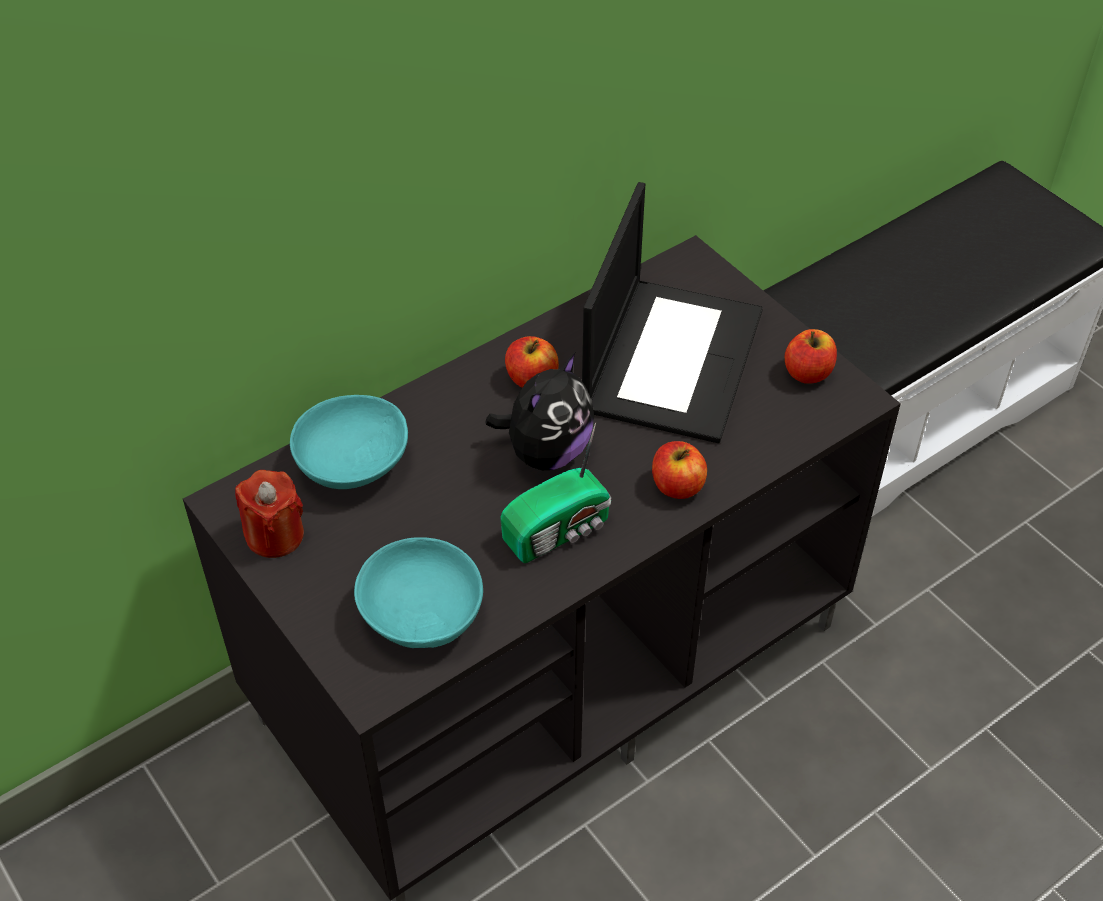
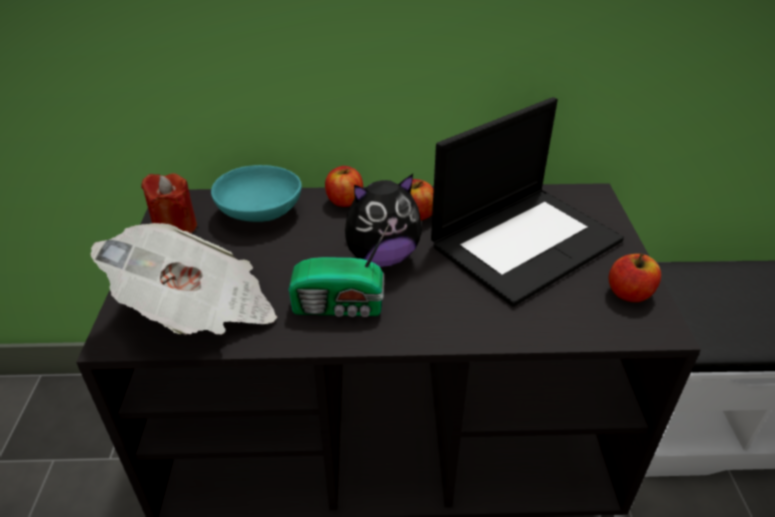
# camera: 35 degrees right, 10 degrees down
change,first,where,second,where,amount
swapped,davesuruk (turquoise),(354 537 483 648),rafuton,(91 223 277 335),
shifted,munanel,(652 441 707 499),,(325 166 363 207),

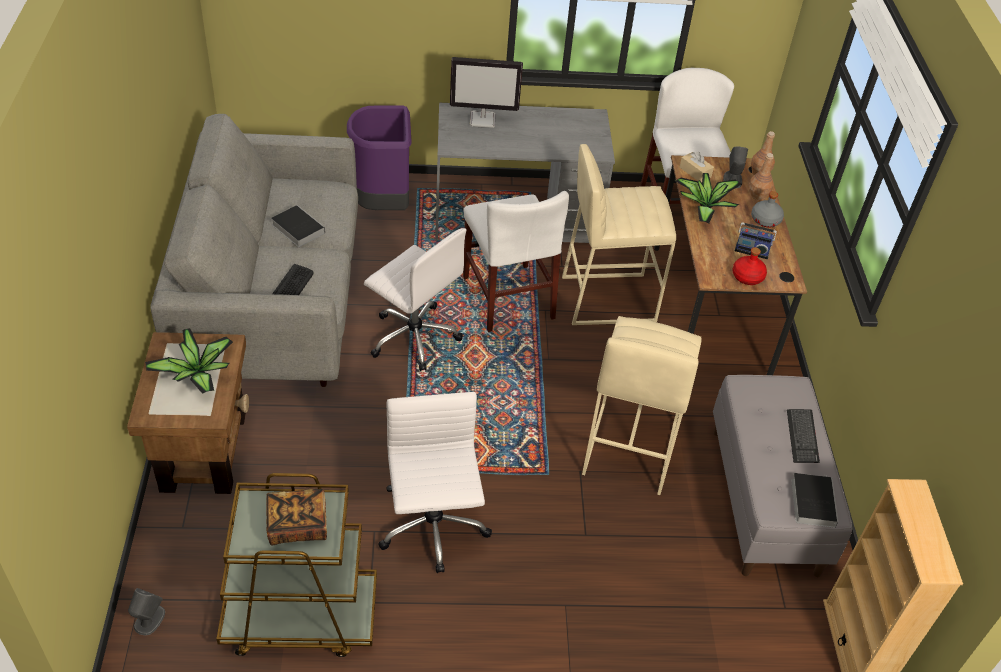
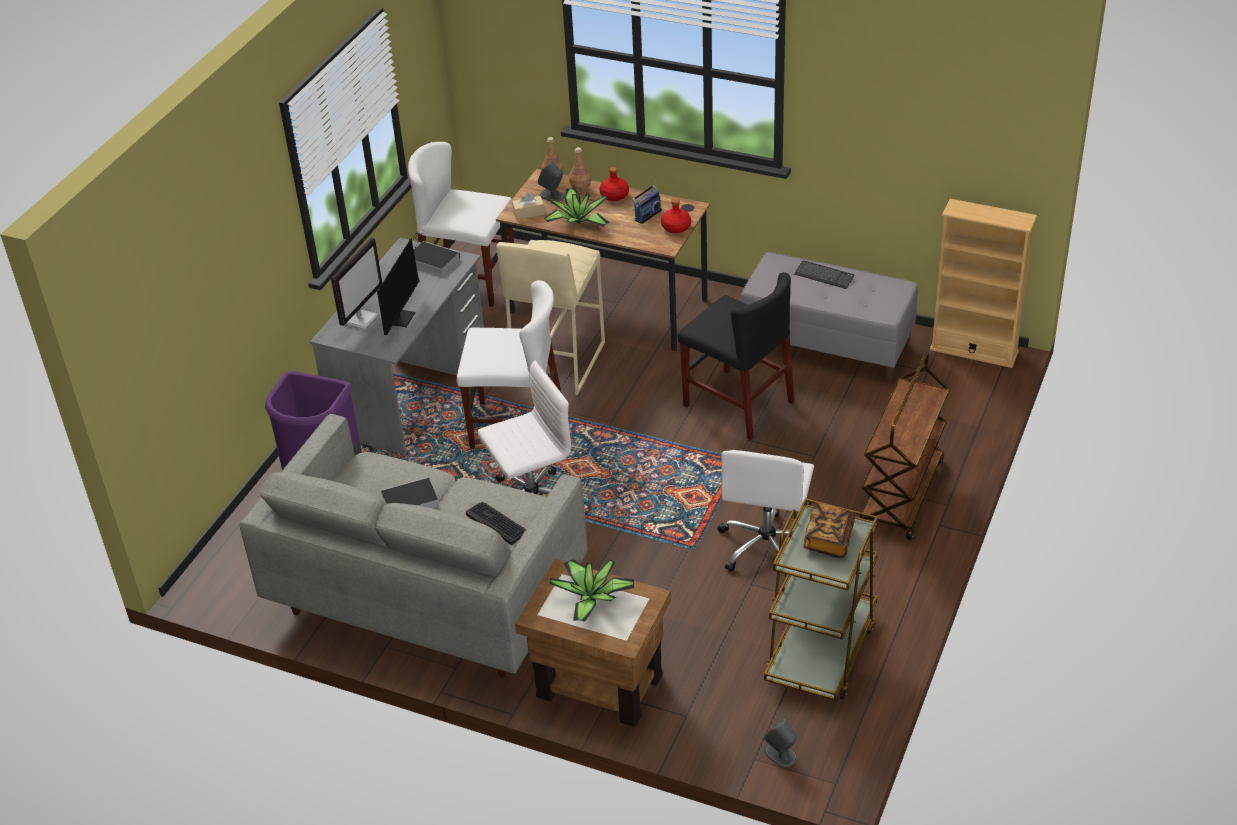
# camera: 60 degrees left, 5 degrees down
change,first,where,second,where,amount
rotated,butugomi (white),(378 392 492 573),,(717 450 814 578),90 degrees counterclockwise
swapped,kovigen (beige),(582 316 702 495),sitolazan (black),(678 272 794 440),
repainted,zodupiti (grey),(751 191 784 227),zodupiti (red),(599 167 629 201),
shifted,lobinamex,(791 473 838 528),,(414 241 460 275),
new,,,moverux,(377 230 424 335),
new,,,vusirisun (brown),(860 352 950 540),

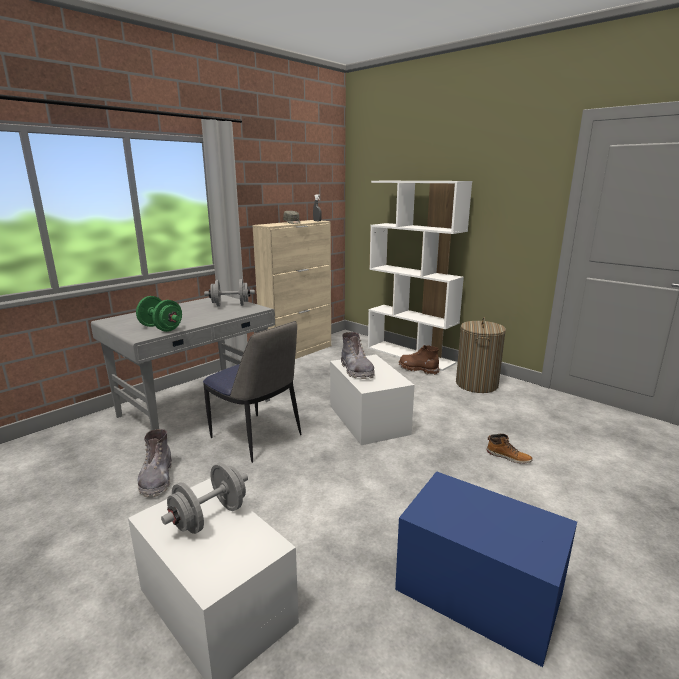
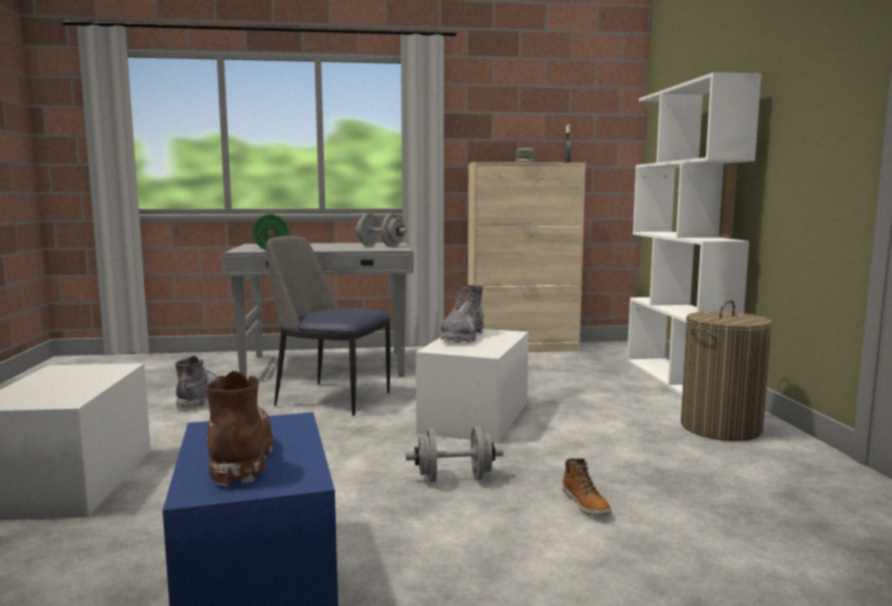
# camera: 40 degrees right, 10 degrees down
change,first,where,second,where,amount
rotated,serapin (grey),(138 429 172 497),,(175 356 218 410),150 degrees clockwise
shifted,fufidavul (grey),(161 463 248 534),,(405 426 503 482),
rotated,sitolazan,(203 321 301 463),,(266 236 391 416),120 degrees clockwise
shifted,serapin (brown),(399 345 439 375),,(205 371 273 486),

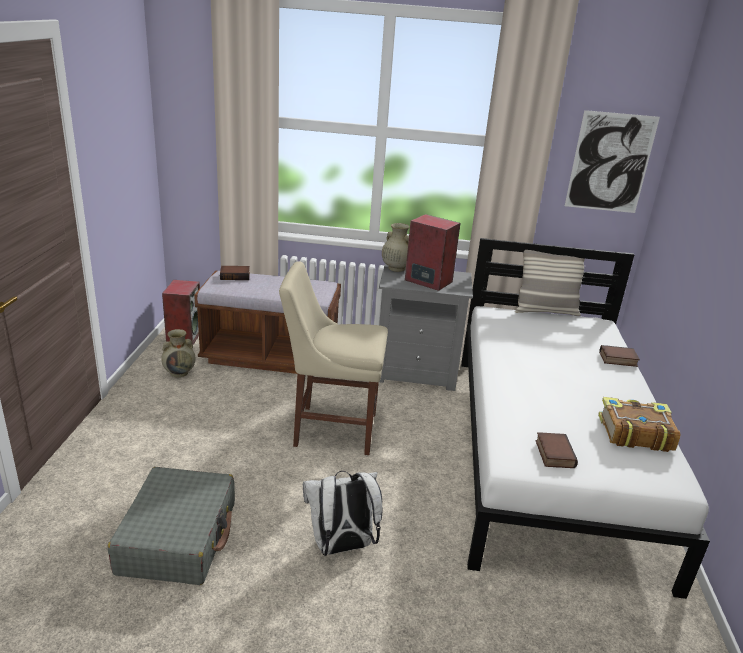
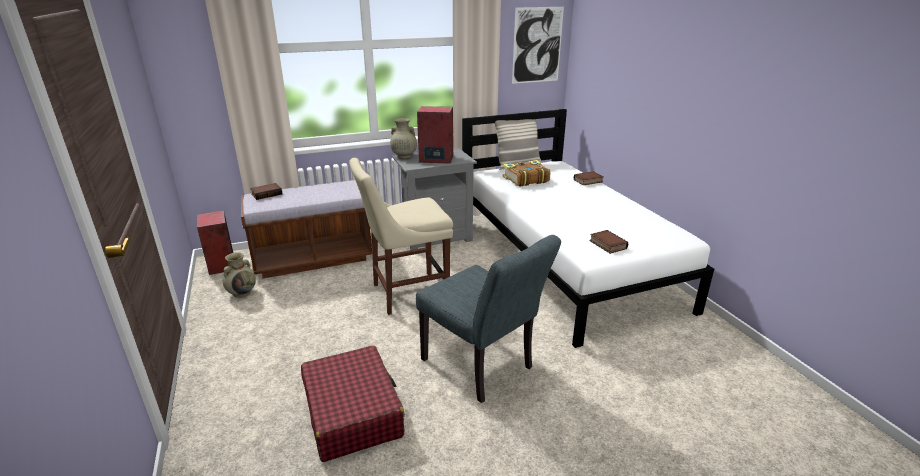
# camera: 25 degrees left, 0 degrees up
change,first,where,second,where,amount
repainted,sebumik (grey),(108 467 235 585),sebumik (red),(301 345 405 462),
swapped,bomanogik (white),(303 471 383 556),sitolazan (grey),(416 235 561 403),
shifted,lobinamex,(598 397 680 452),,(503 160 550 186),

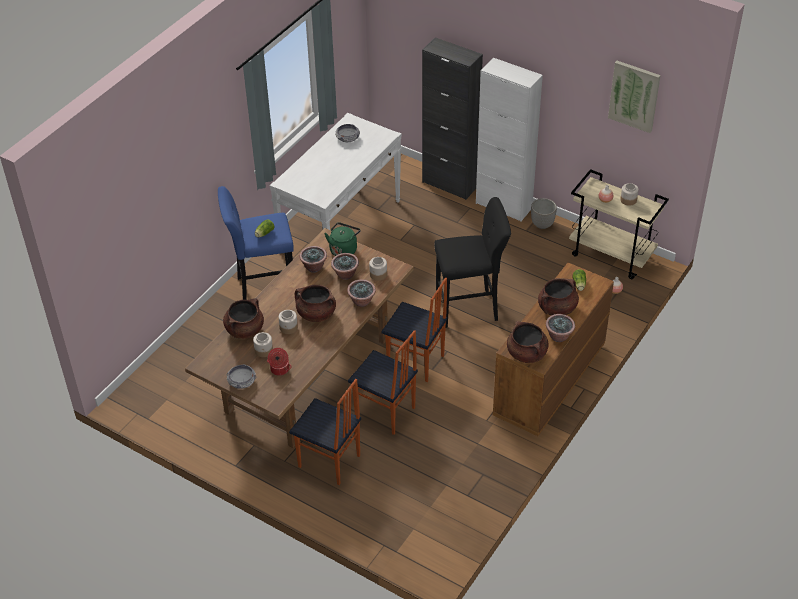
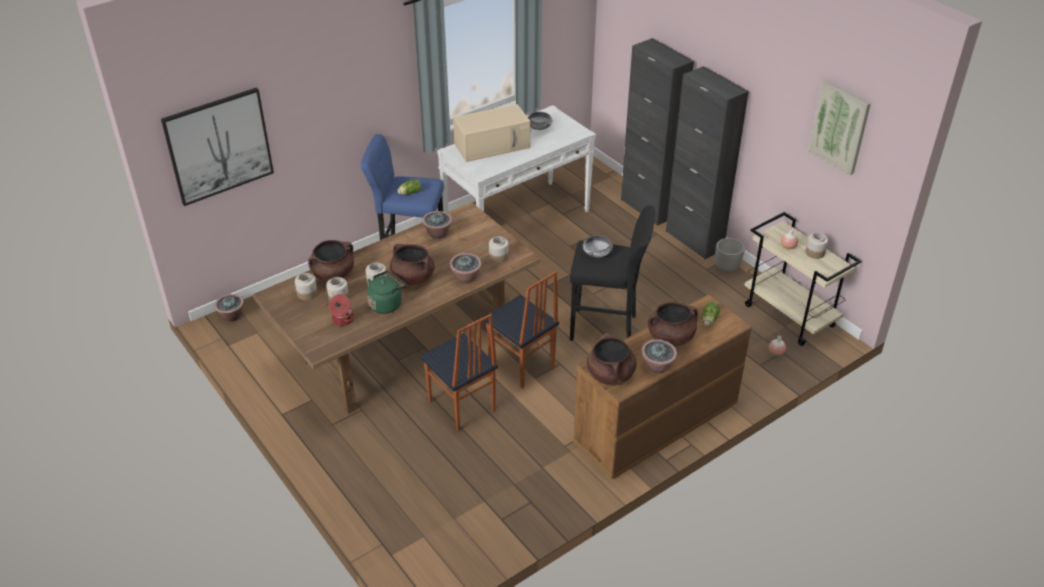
# camera: 20 degrees right, 5 degrees down
change,first,where,second,where,amount
shifted,davesuruk,(226 365 256 389),,(583 235 613 258),
gone,sitolazan,(289 379 361 485),,,
shifted,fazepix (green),(324 222 361 256),,(367 271 407 314),
shifted,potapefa,(331 253 359 280),,(214 294 244 322),
repainted,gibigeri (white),(476 58 543 222),gibigeri (black),(666 66 749 259),
new,,,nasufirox,(161 87 274 206),
new,,,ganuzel,(295 273 318 300),
new,,,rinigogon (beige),(453 104 530 162),

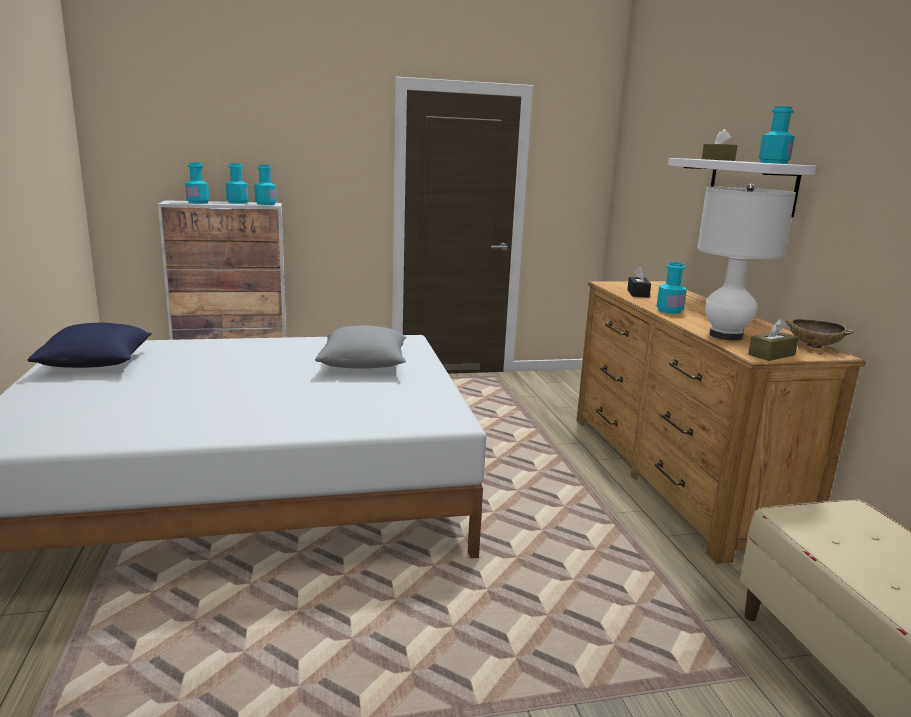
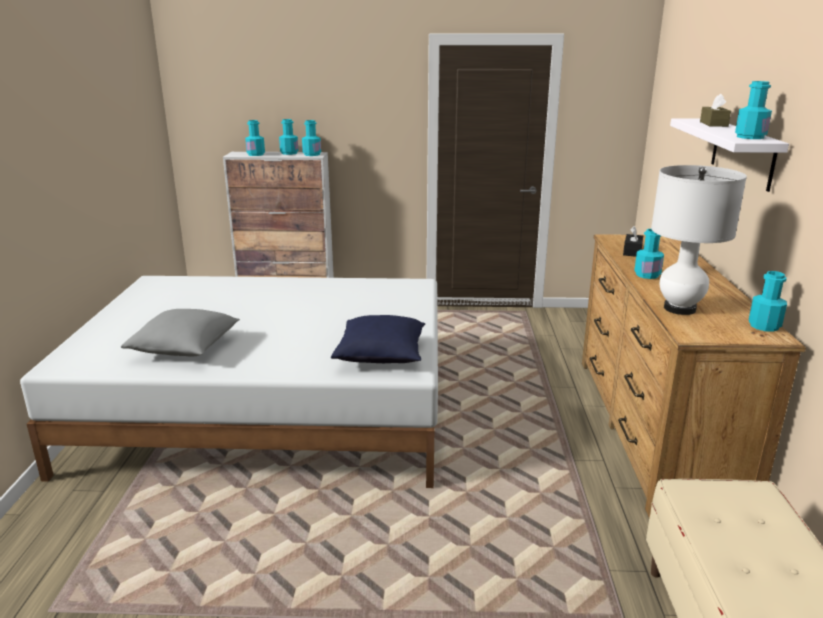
# camera: 15 degrees right, 5 degrees up
change,first,where,second,where,amount
shifted,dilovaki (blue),(28 323 152 368),,(331 315 425 363),
shifted,dilovaki (grey),(315 325 407 368),,(121 309 240 357),
gone,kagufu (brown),(748 319 799 361),,,
swapped,davesuruk (beige),(784 319 854 348),zodupiti (turquoise),(749 271 787 332),

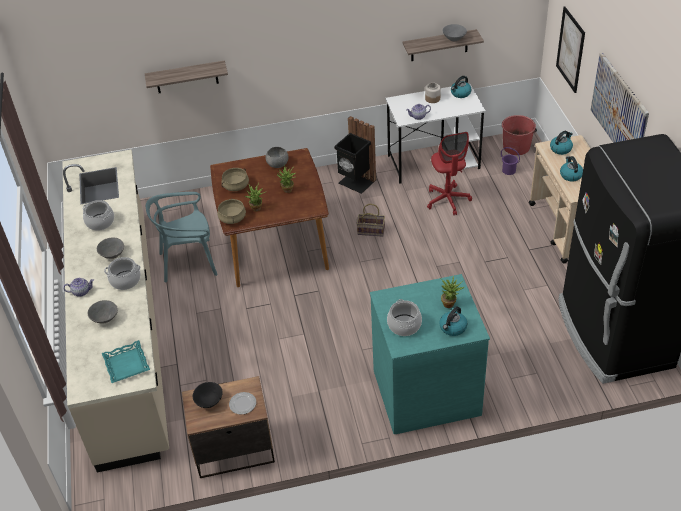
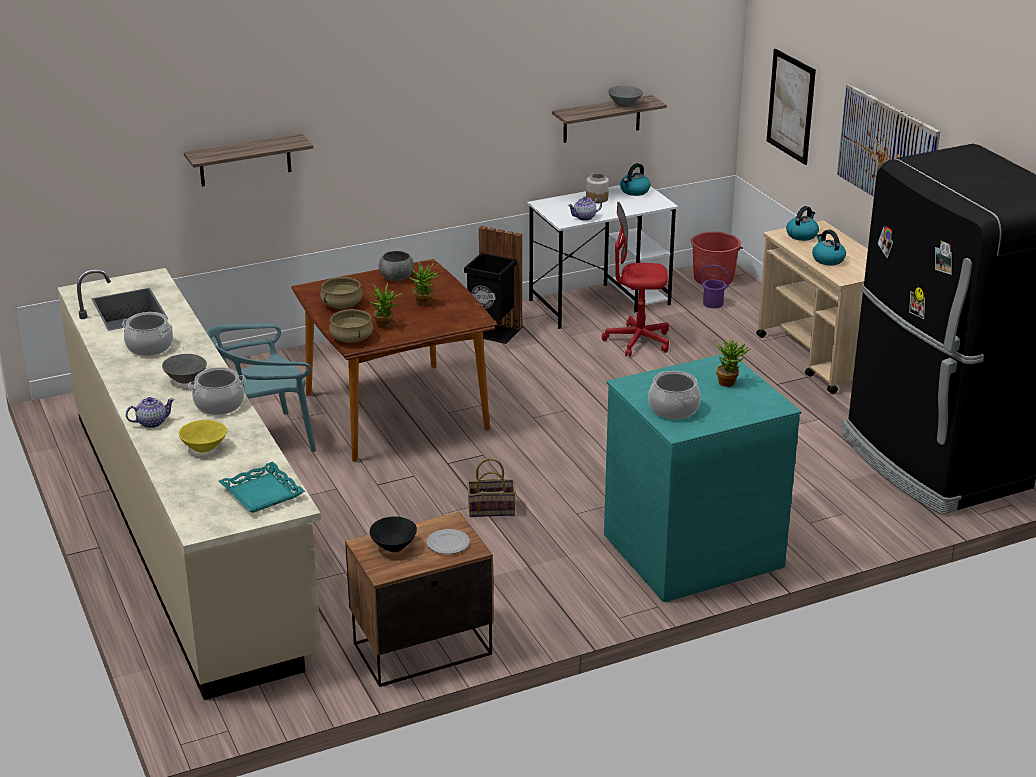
# camera: 15 degrees left, 15 degrees down
change,first,where,second,where,amount
repainted,davesuruk (grey),(88 300 118 323),davesuruk (yellow),(179 420 227 453),
shifted,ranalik,(356 204 385 237),,(467 458 516 517),
rotated,butugomi (red),(427 132 472 215),,(602 202 669 357),120 degrees clockwise
gone,fazepix,(439 306 467 336),,,

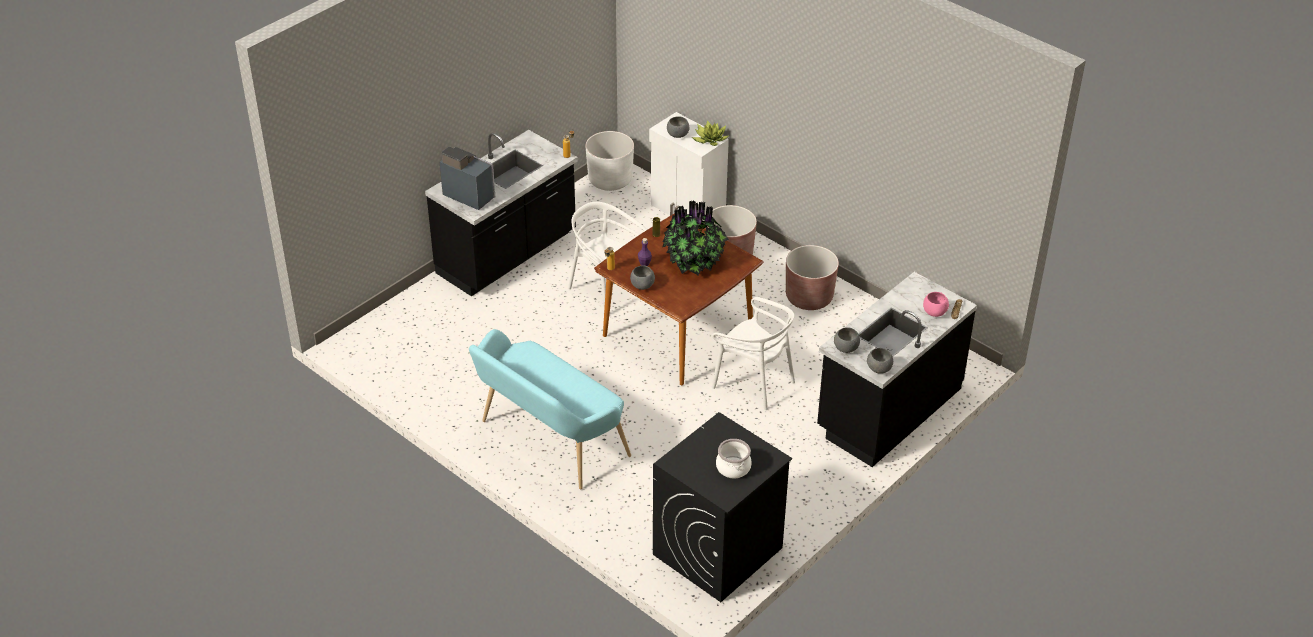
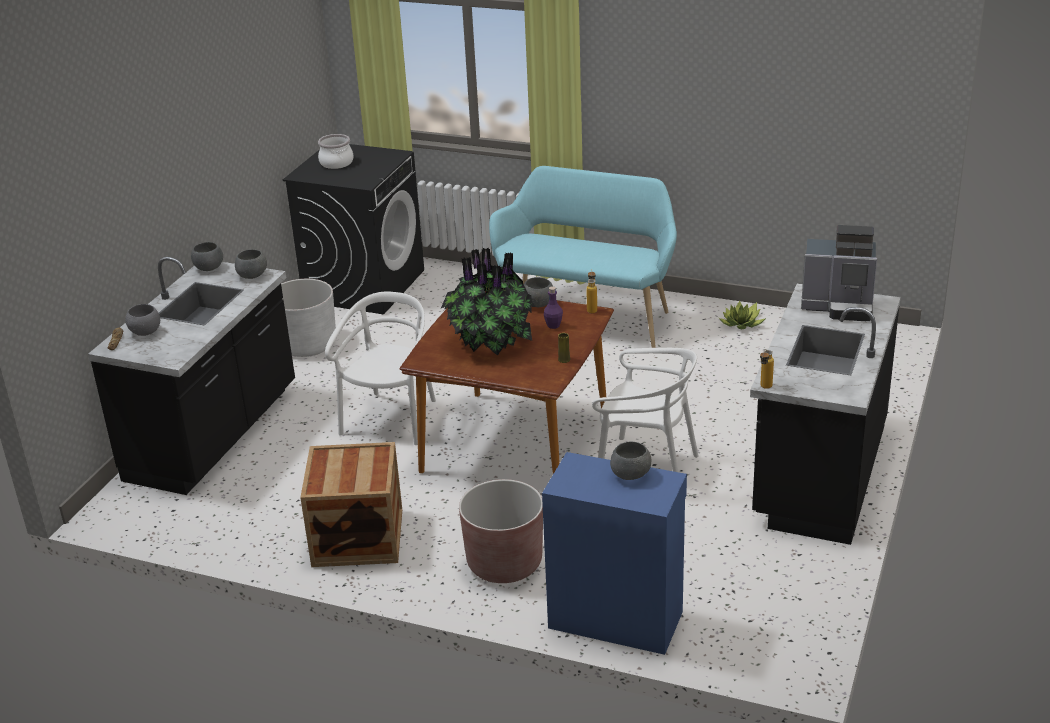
# camera: 160 degrees right, 10 degrees down
change,first,where,second,where,amount
shifted,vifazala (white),(585 131 634 191),,(281 279 336 357),
repainted,gibigeri (white),(649 112 729 229),gibigeri (blue),(542 452 687 655),
shifted,potapefa,(692 120 729 146),,(719 300 766 329),
rotated,sitolazan (white),(712 297 795 410),,(325 292 436 445),90 degrees clockwise
swapped,vifazala (brown),(786 245 839 310),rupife,(300 442 402 567),
repainted,davesuruk (pink),(923 292 949 317),davesuruk (grey),(125 304 160 336),

